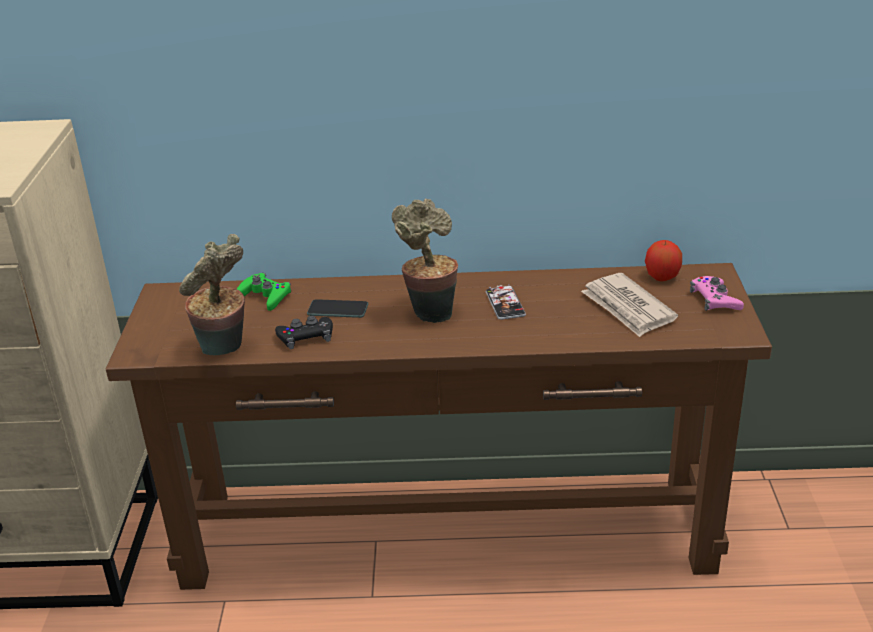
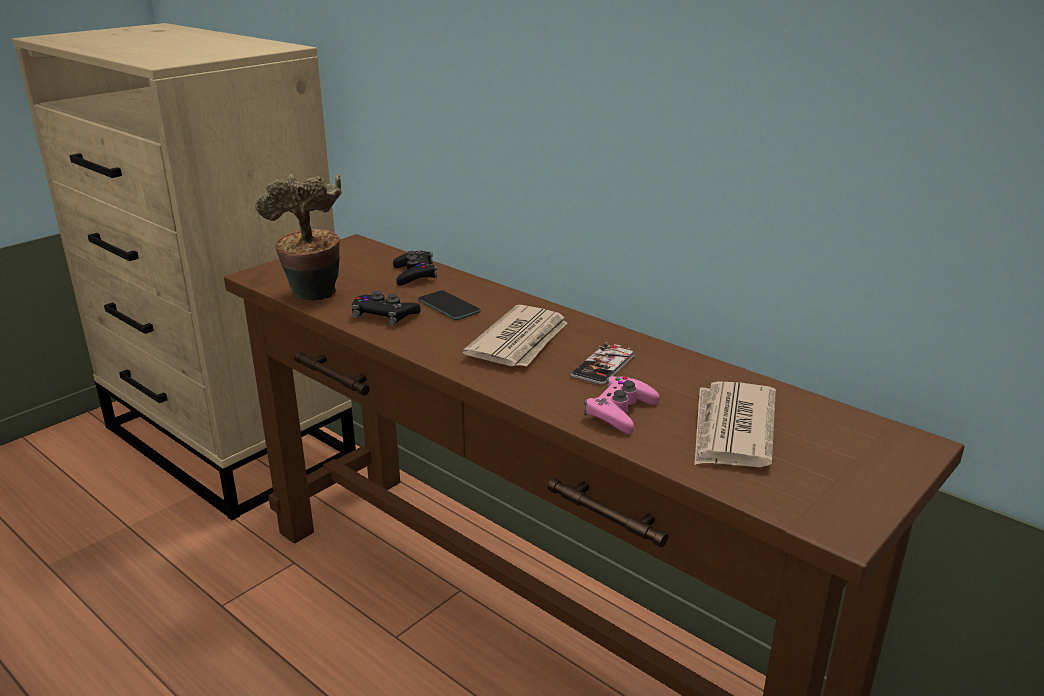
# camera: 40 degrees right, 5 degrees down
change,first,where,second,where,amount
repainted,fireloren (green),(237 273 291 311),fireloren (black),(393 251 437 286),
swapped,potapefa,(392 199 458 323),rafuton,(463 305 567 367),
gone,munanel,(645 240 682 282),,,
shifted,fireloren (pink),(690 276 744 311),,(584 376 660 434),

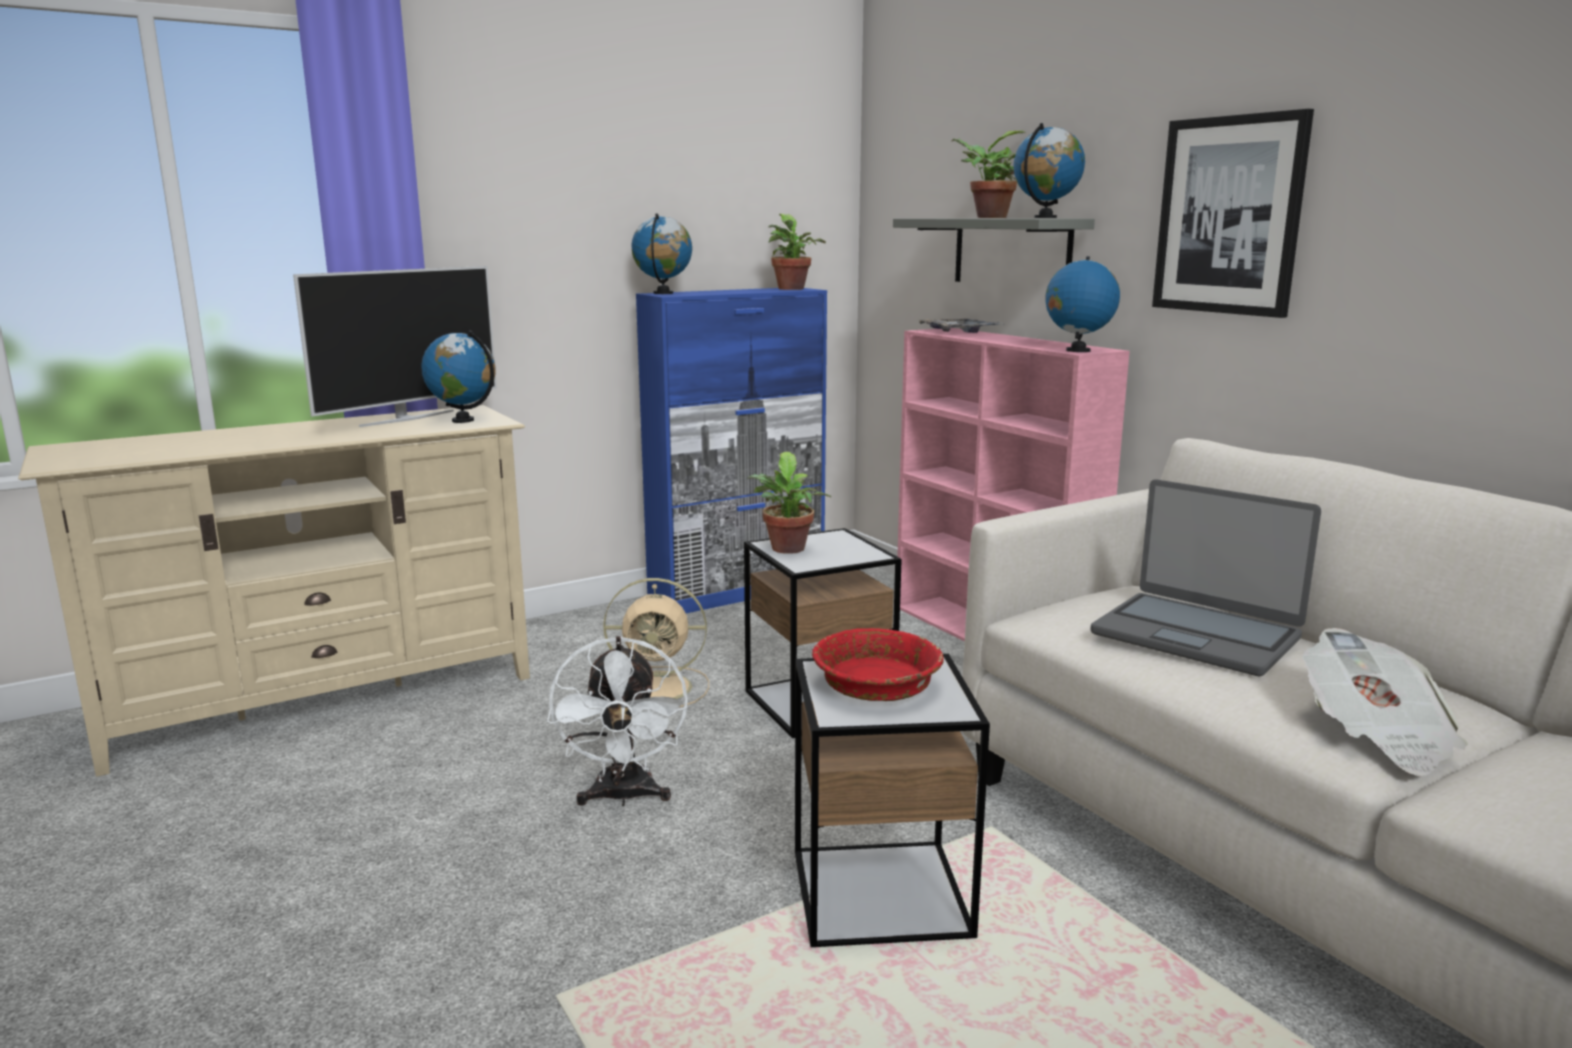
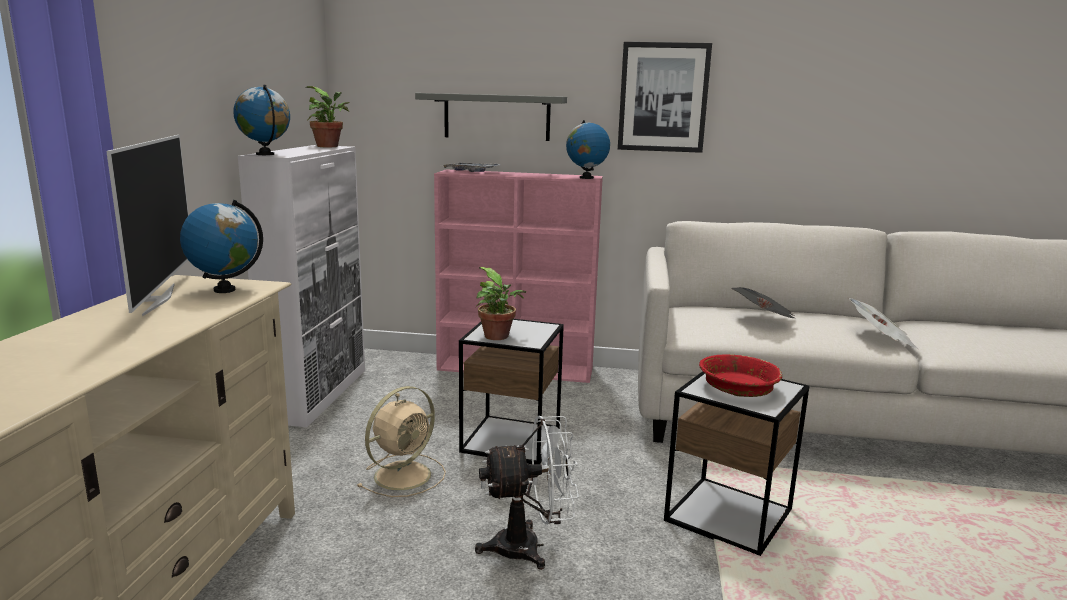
# camera: 50 degrees left, 0 degrees up
change,first,where,second,where,amount
rotated,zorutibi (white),(547 636 688 806),,(475 416 579 570),45 degrees counterclockwise
repainted,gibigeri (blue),(636 288 827 613),gibigeri (white),(238 145 365 427),
gone,potapefa,(952 131 1026 218),,,
gone,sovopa,(1013 123 1085 218),,,
swapped,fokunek,(1090 479 1321 676),rafuton,(731 287 794 318),

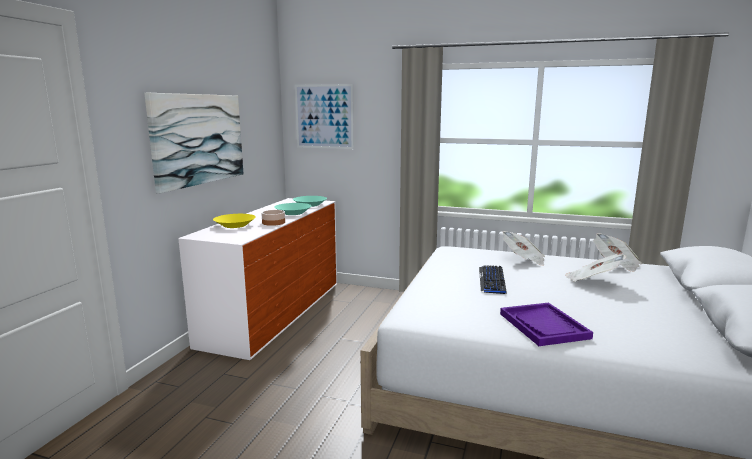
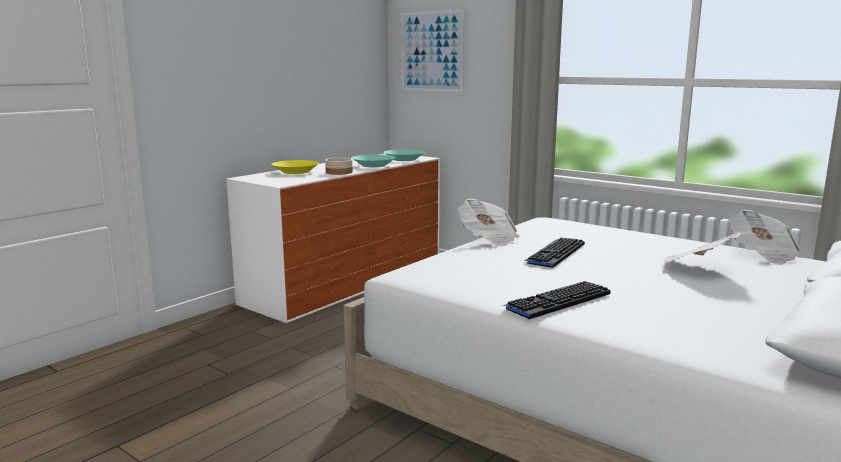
# camera: 20 degrees right, 0 degrees up
change,first,where,second,where,amount
gone,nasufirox,(144 93 244 193),,,
swapped,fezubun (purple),(500 303 593 346),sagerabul,(502 281 610 319),
shifted,rafuton,(503 231 545 266),,(457 199 520 247),

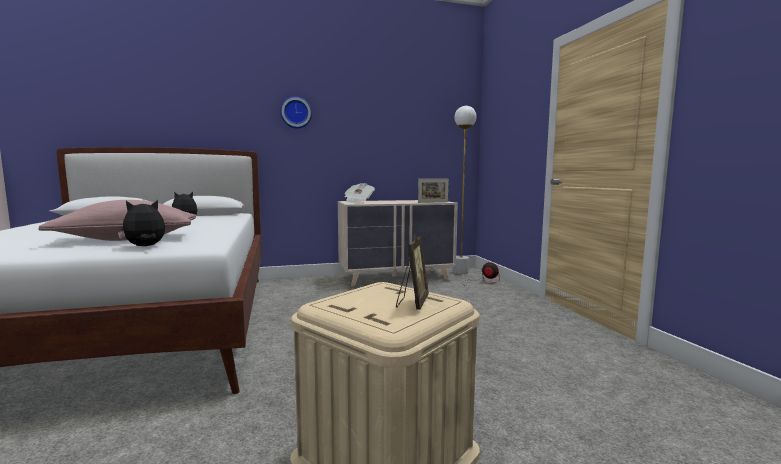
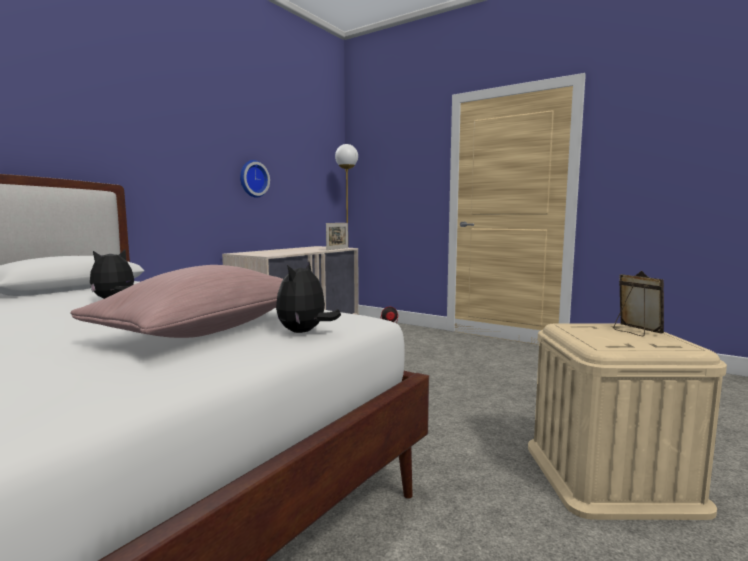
# camera: 40 degrees left, 0 degrees up
change,first,where,second,where,amount
shifted,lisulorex,(280 96 312 129),,(240 160 270 198),
gone,rafuton,(344 183 375 203),,,

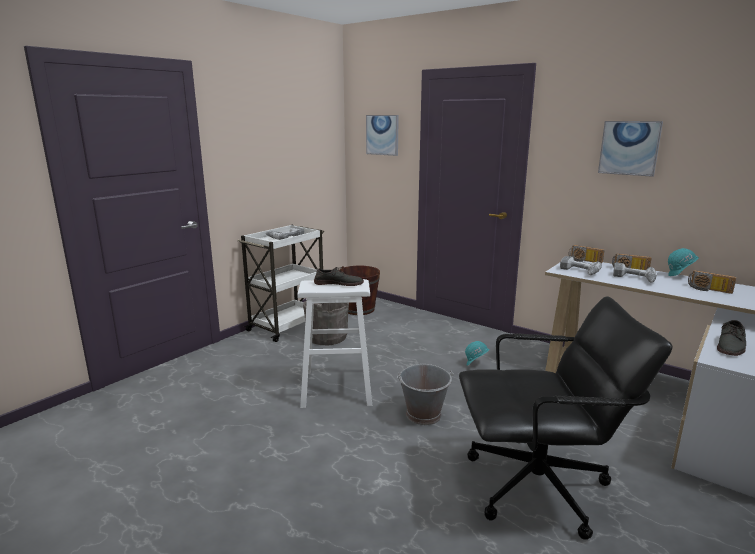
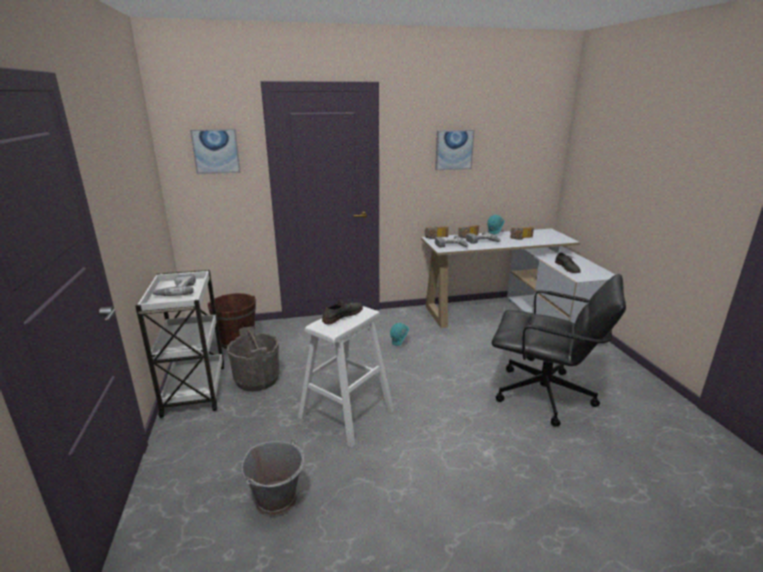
# camera: 50 degrees left, 5 degrees up
change,first,where,second,where,amount
shifted,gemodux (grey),(397 364 454 425),,(242 439 304 517),
rotated,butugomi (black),(459 296 673 540),,(492 274 626 427),75 degrees clockwise

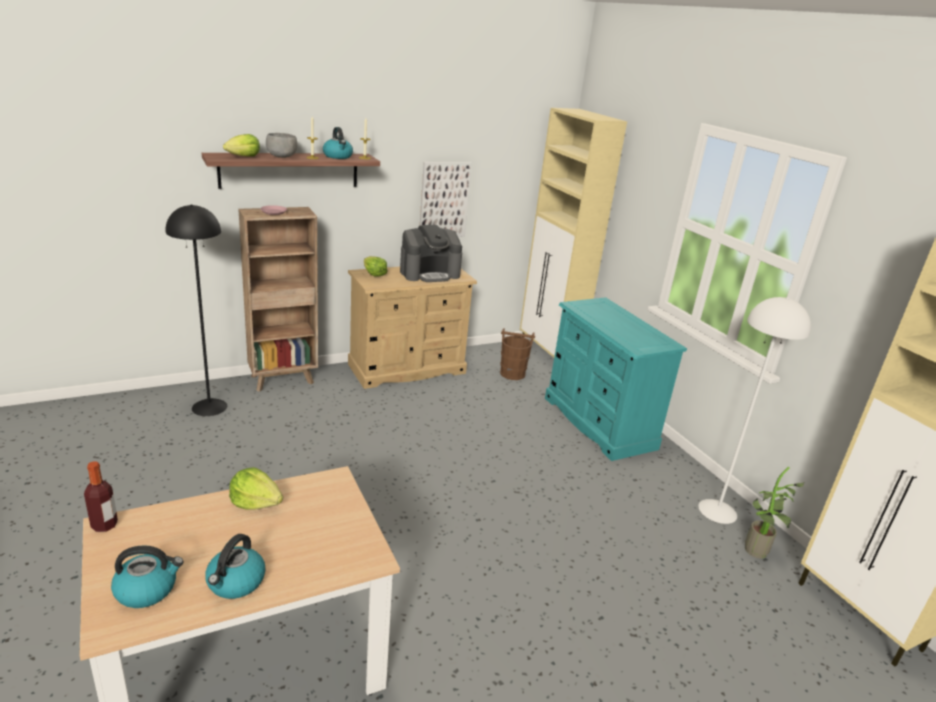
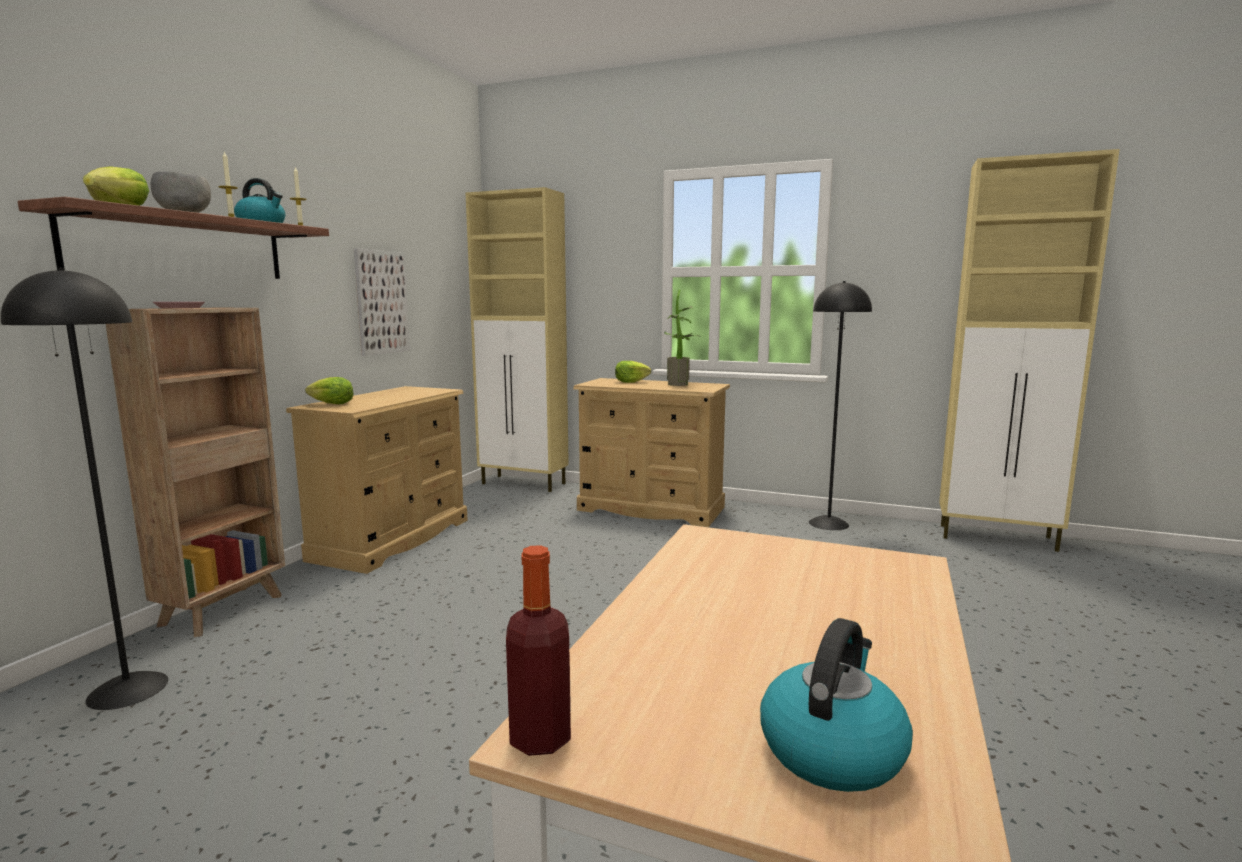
# camera: 40 degrees left, 15 degrees down
change,first,where,second,where,amount
gone,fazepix,(205 534 266 599),,,
shifted,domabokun,(229 467 283 510),,(615 361 651 383),
gone,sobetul,(400 225 462 282),,,
gone,gemodux (brown),(500 328 535 380),,,
repainted,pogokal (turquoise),(545 297 687 461),pogokal (beige),(573 378 730 527),
repainted,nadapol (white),(698 297 811 524),nadapol (black),(809 281 872 530),
shifted,potapefa,(745 467 805 559),,(664 289 701 386),

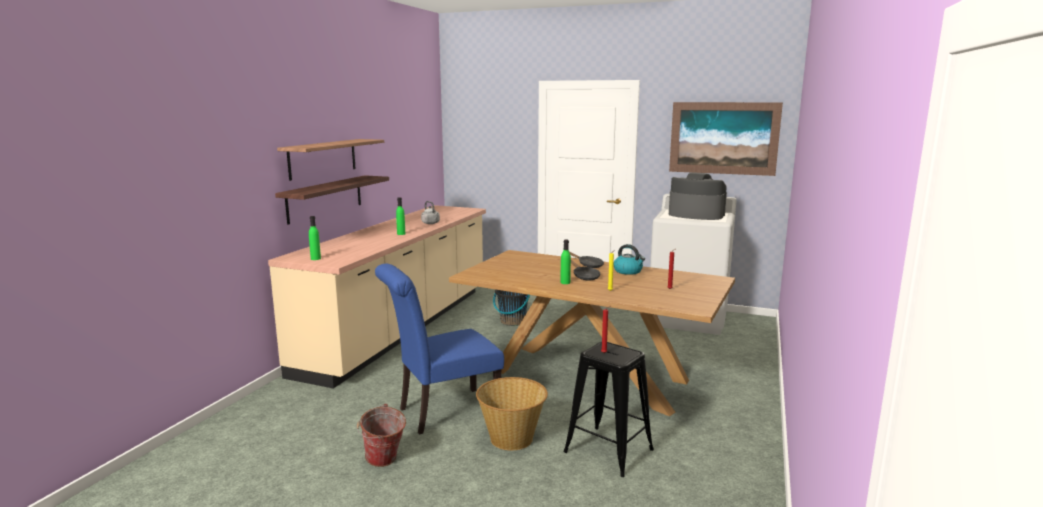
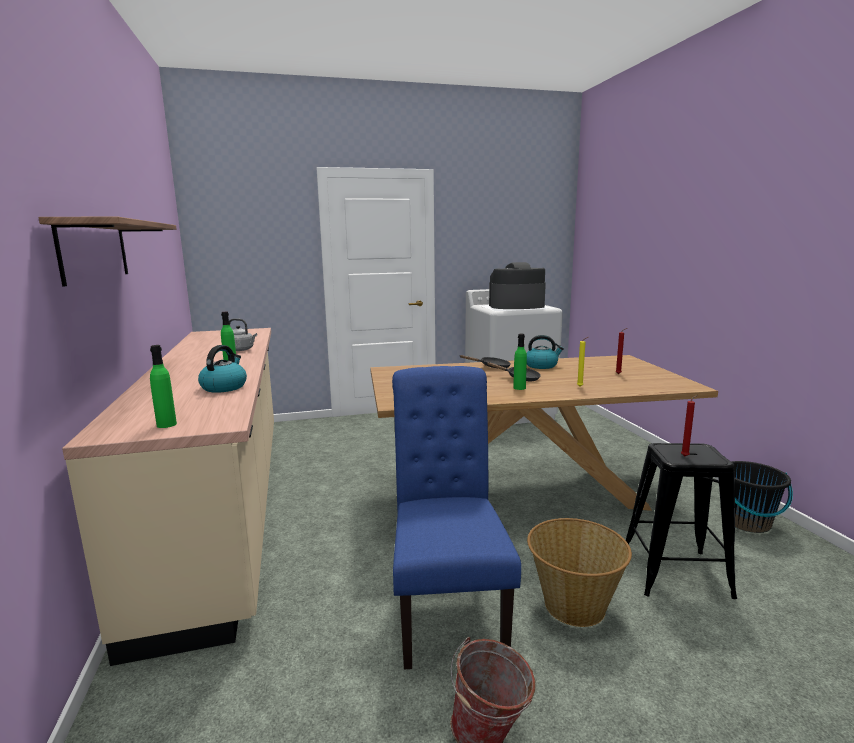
# camera: 35 degrees left, 0 degrees up
change,first,where,second,where,amount
gone,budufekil,(275 175 389 225),,,
rotated,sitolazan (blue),(375 264 504 435),,(392 366 521 669),150 degrees clockwise
shifted,gemodux (black),(493 290 530 326),,(732 461 793 533),
gone,nasufirox,(669 102 783 176),,,
new,,,fazepix,(198 345 247 393),

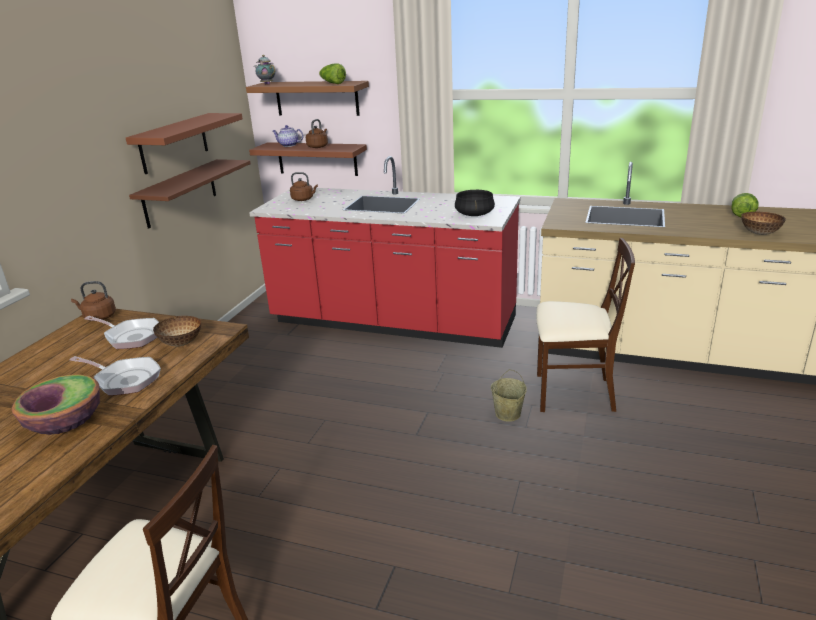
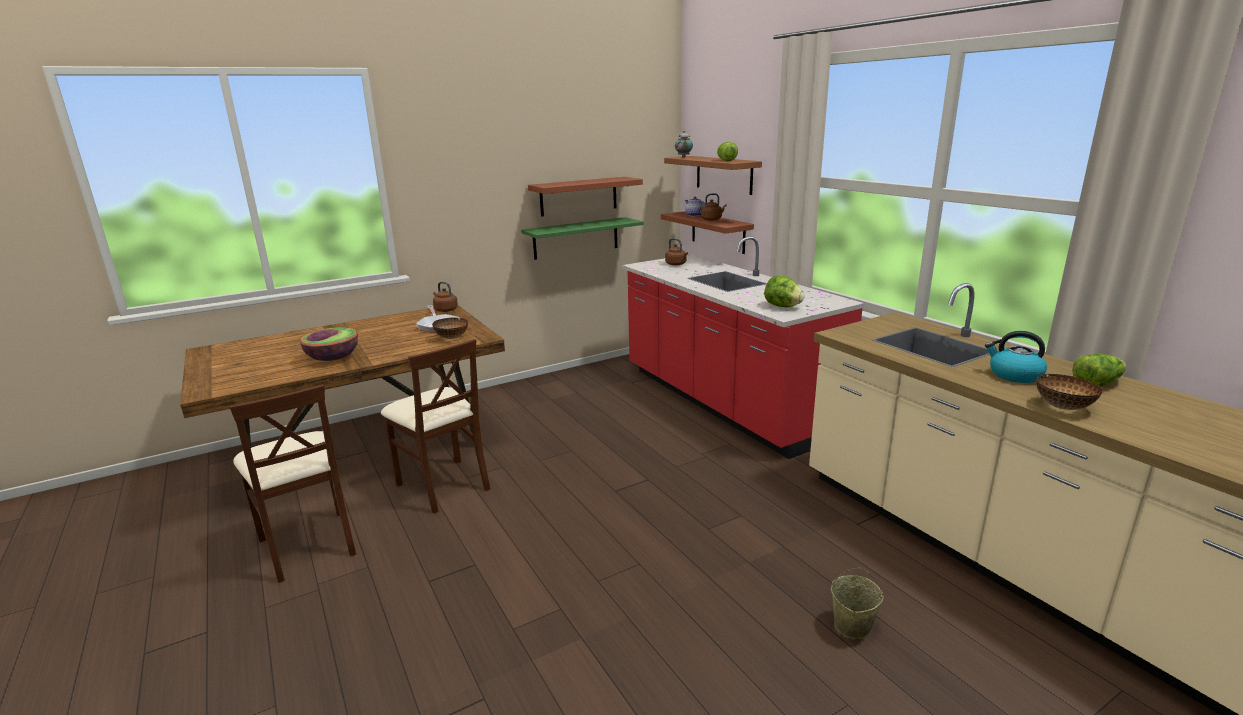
# camera: 40 degrees right, 5 degrees down
change,first,where,second,where,amount
gone,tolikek,(70 356 161 396),,,
repainted,budufekil (brown),(129 159 251 229),budufekil (green),(521 217 644 260),
swapped,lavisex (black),(455 190 495 216),domabokun,(764 275 805 307),
shifted,gemodux (beige),(491 369 527 422),,(831 567 884 639),
shifted,sitolazan (beige),(536 238 635 412),,(381 339 490 514),
new,,,fazepix,(985 331 1047 383),

